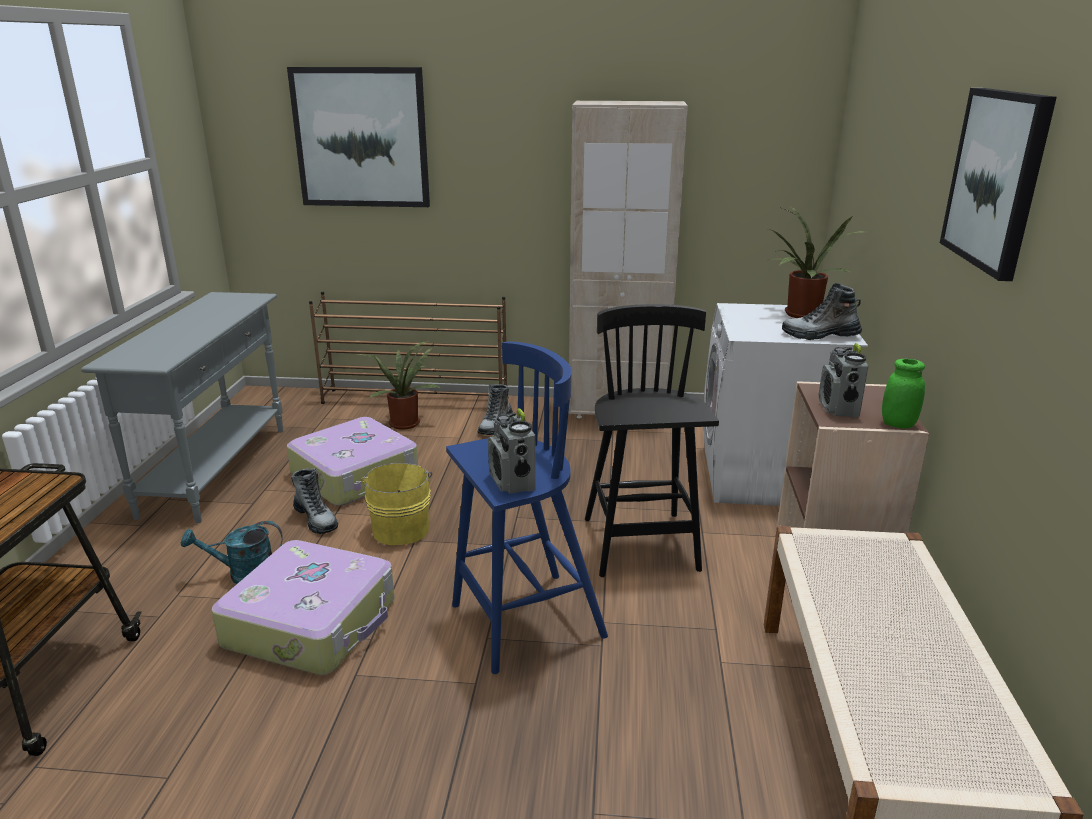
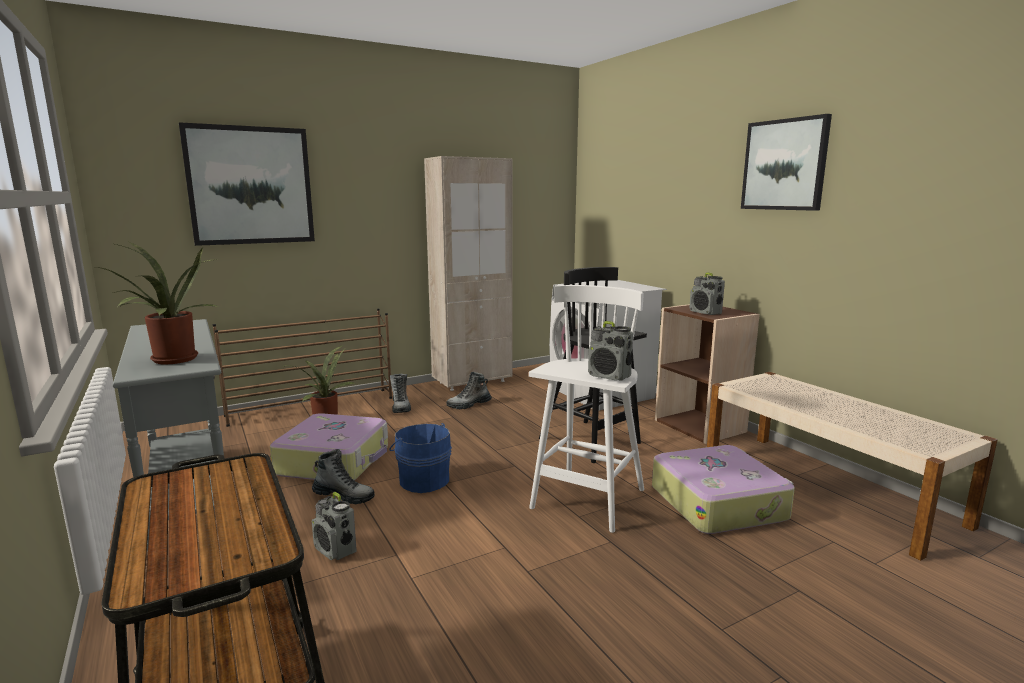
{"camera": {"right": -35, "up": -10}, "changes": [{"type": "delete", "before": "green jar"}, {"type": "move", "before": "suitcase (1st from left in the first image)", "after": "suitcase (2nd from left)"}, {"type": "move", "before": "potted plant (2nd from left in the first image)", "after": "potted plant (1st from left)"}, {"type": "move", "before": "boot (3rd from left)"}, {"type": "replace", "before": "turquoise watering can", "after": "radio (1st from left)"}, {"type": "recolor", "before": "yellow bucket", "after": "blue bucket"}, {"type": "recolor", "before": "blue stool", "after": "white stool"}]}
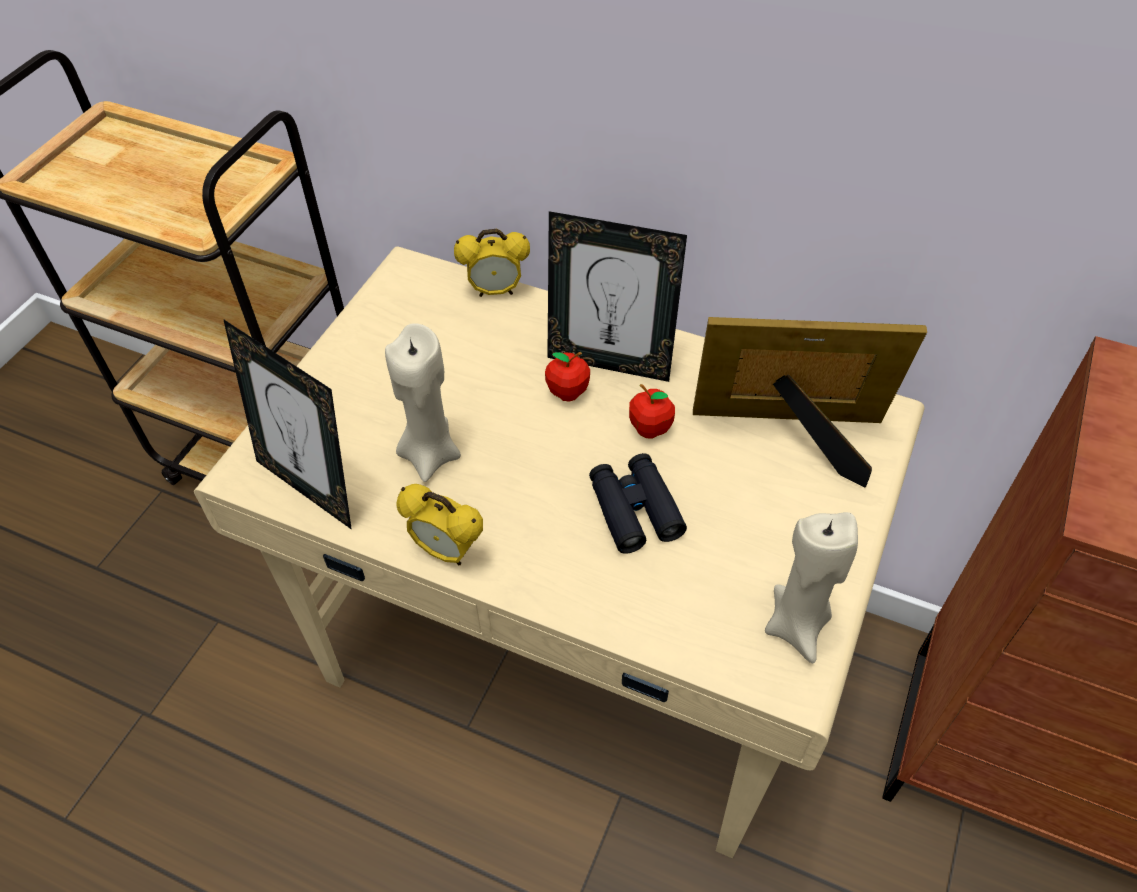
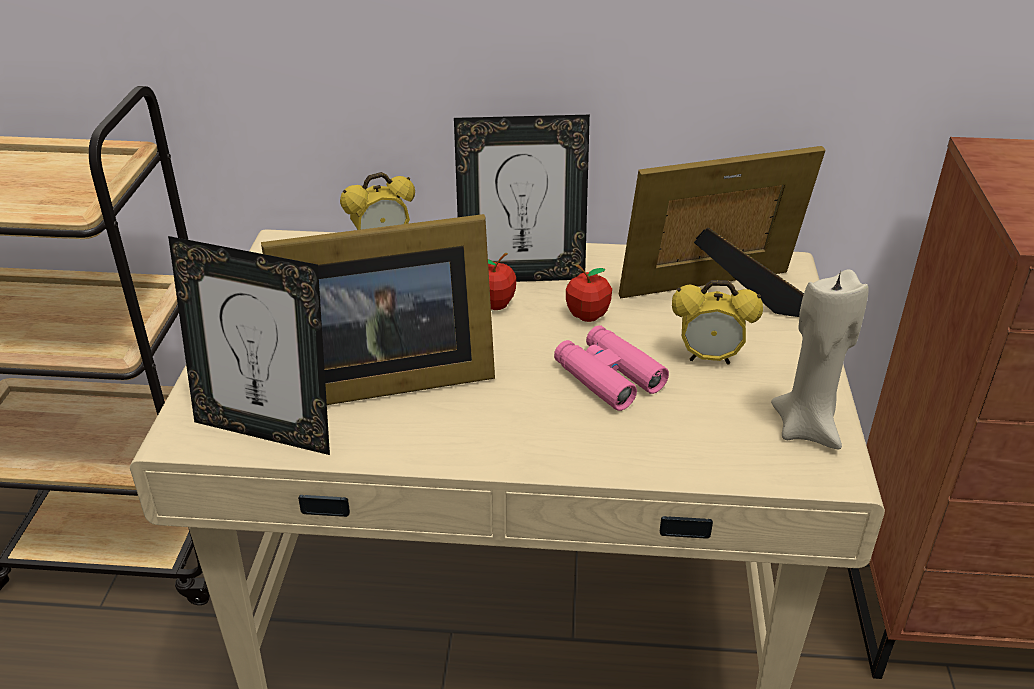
{"camera": {"right": -20, "up": -15}, "changes": [{"type": "move", "before": "alarm clock (1st from left in the first image)", "after": "alarm clock (2nd from left)"}, {"type": "replace", "before": "beige candle (1st from left)", "after": "picture frame (2nd from left)"}, {"type": "recolor", "before": "black binoculars", "after": "pink binoculars"}]}
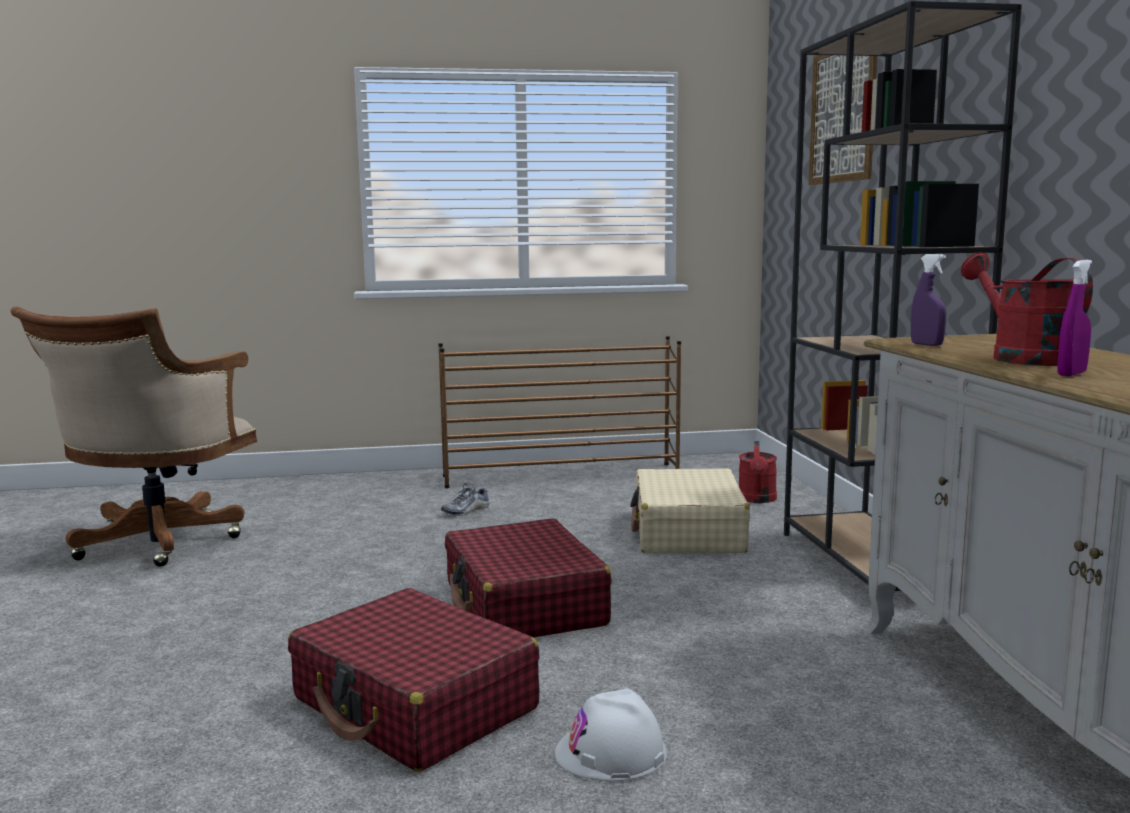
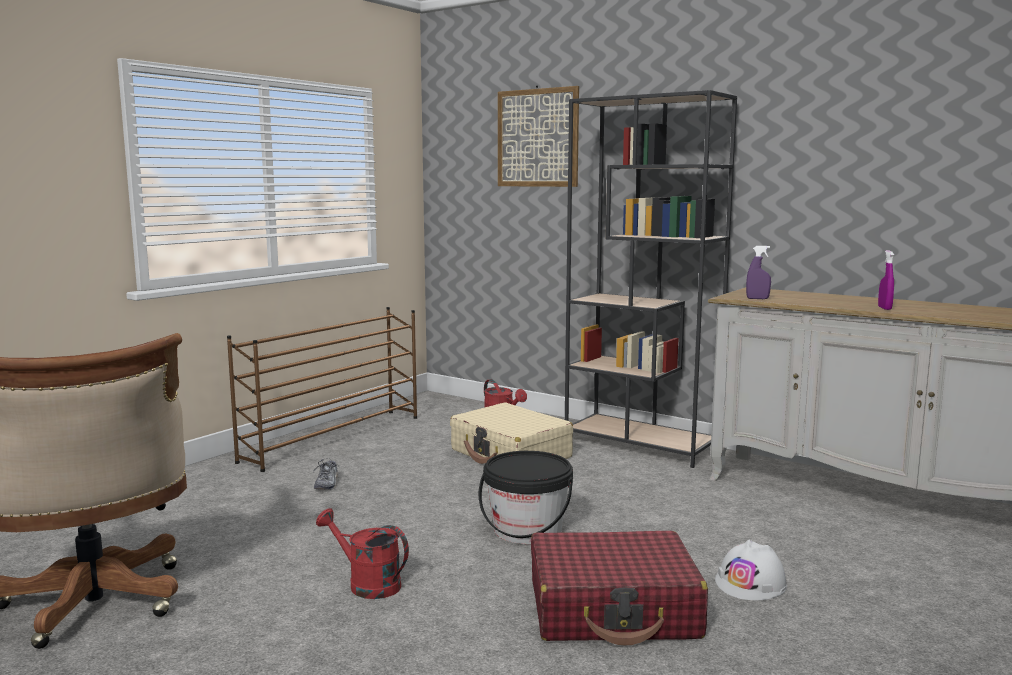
{"camera": {"right": -45, "up": 0}, "changes": [{"type": "move", "before": "red watering can (2nd from left in the first image)", "after": "red watering can (1st from left)"}, {"type": "replace", "before": "red suitcase (2nd from left)", "after": "black bucket"}]}
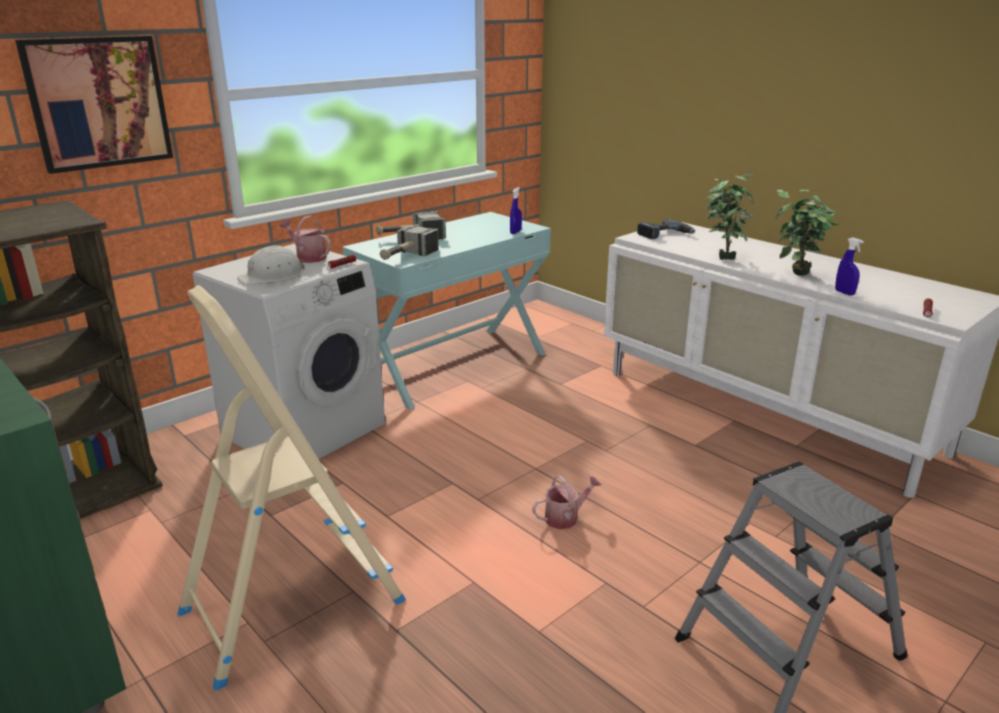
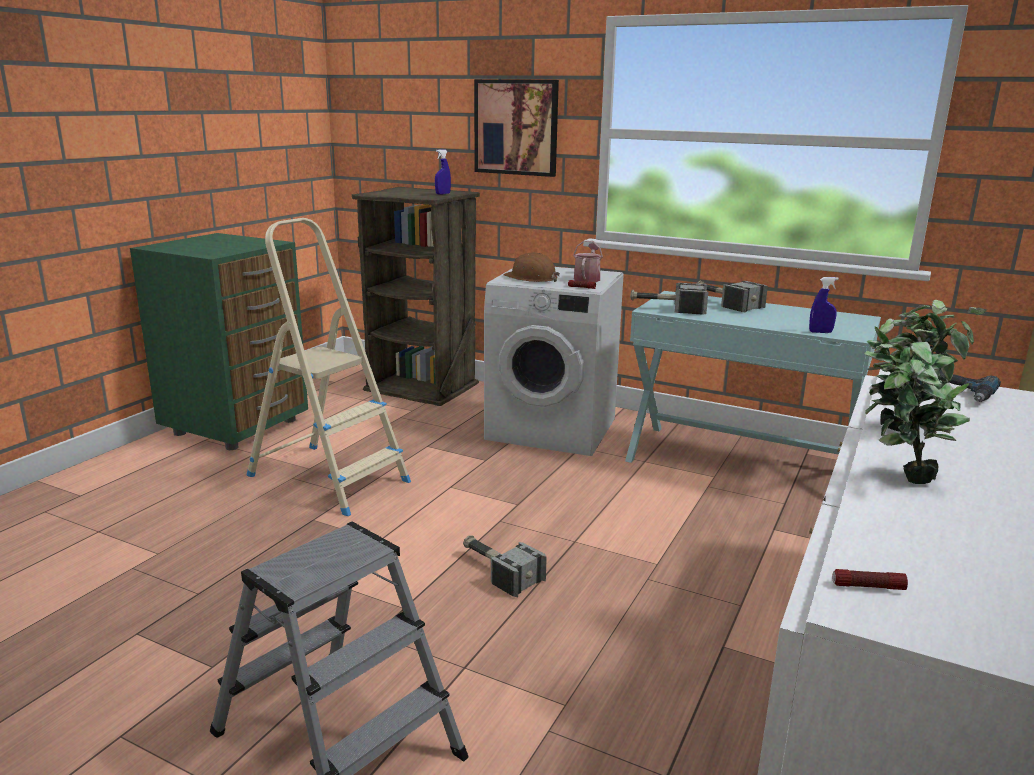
{"camera": {"right": 70, "up": -5}, "changes": [{"type": "move", "before": "blue spray bottle (2nd from left in the first image)", "after": "blue spray bottle (1st from left)"}, {"type": "replace", "before": "watering can (2nd from left)", "after": "hammer (1st from left)"}, {"type": "recolor", "before": "white hard hat", "after": "brown hard hat"}]}
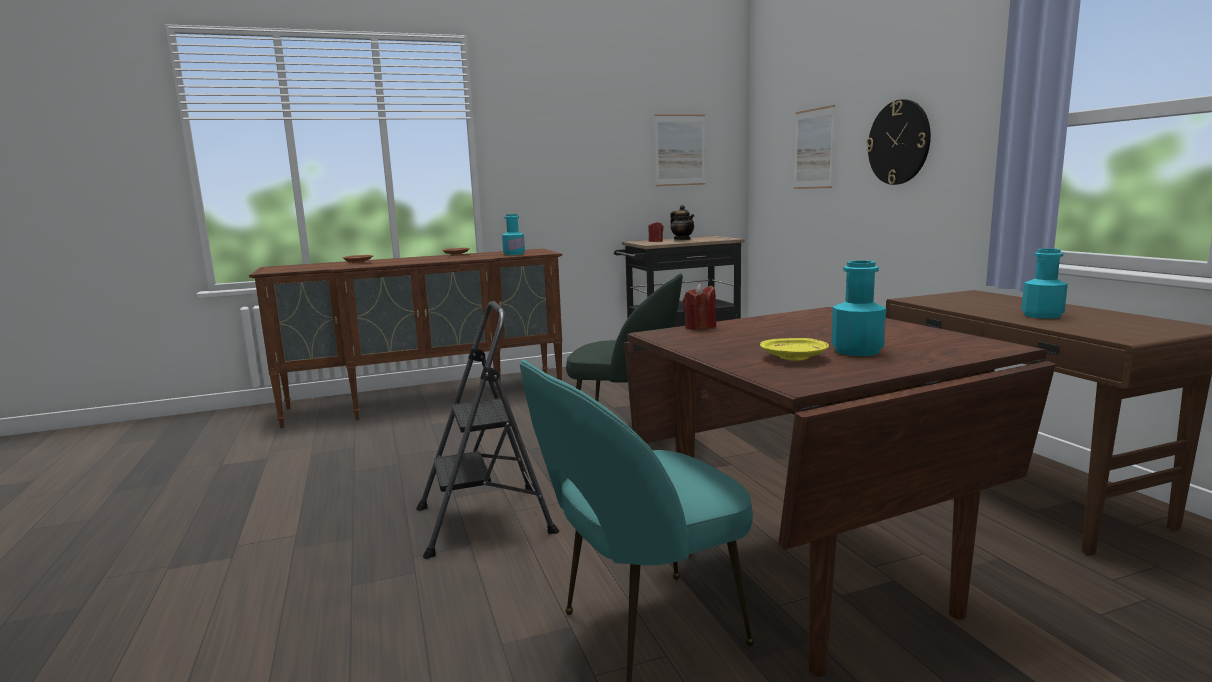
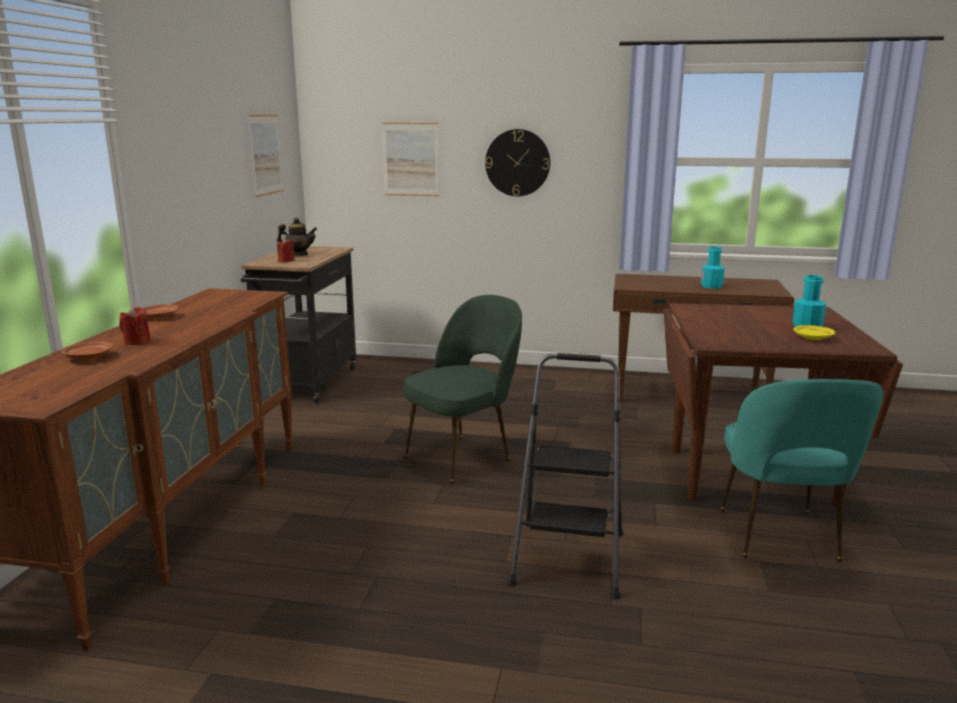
{"camera": {"right": -60, "up": 5}, "changes": [{"type": "delete", "before": "turquoise bottle (1st from left)"}, {"type": "move", "before": "red candle (2nd from left in the first image)", "after": "red candle (1st from left)"}]}
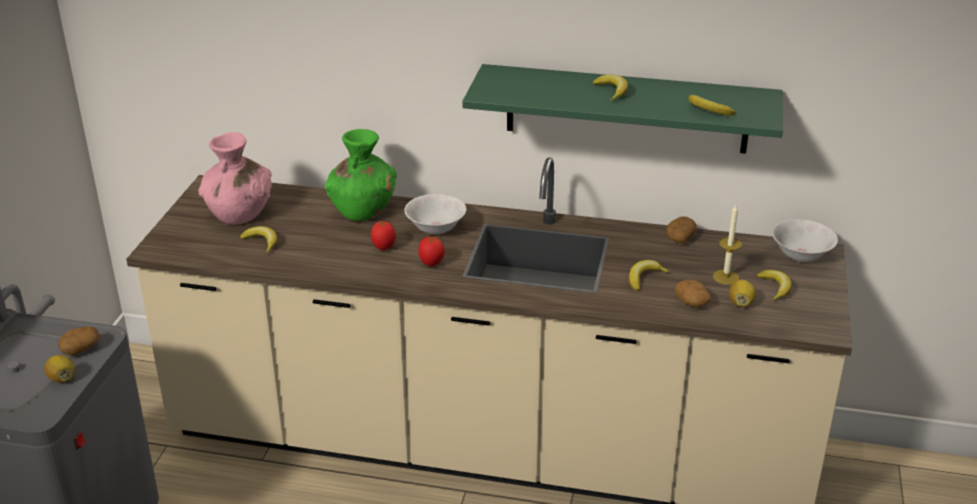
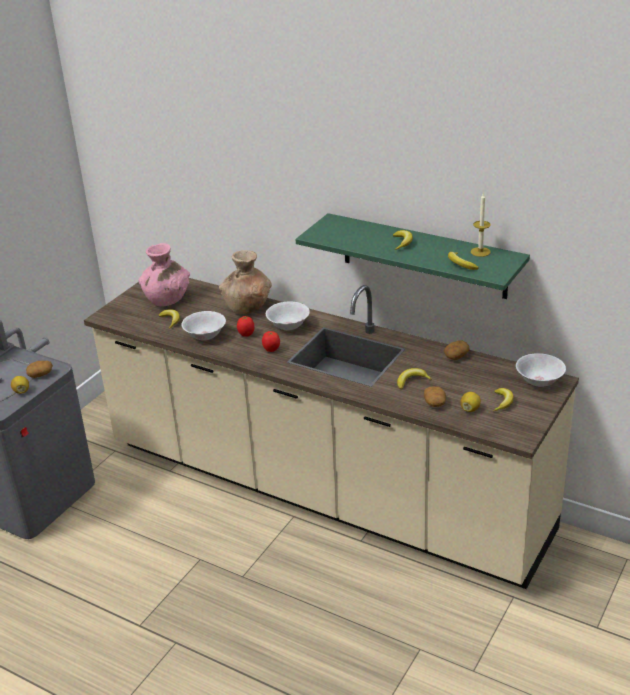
{"camera": {"right": 20, "up": 0}, "changes": [{"type": "insert", "after": "white bowl (1st from left)"}, {"type": "move", "before": "candle"}, {"type": "recolor", "before": "green vase", "after": "brown vase"}]}
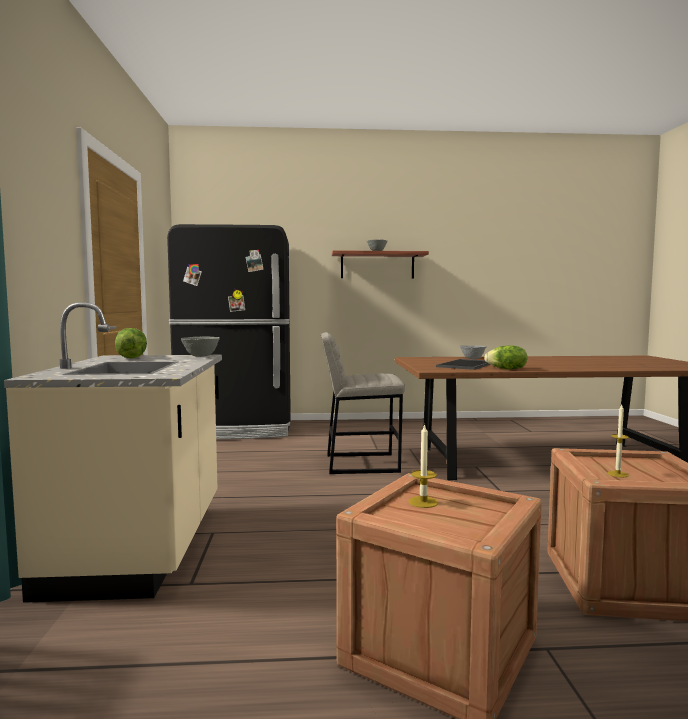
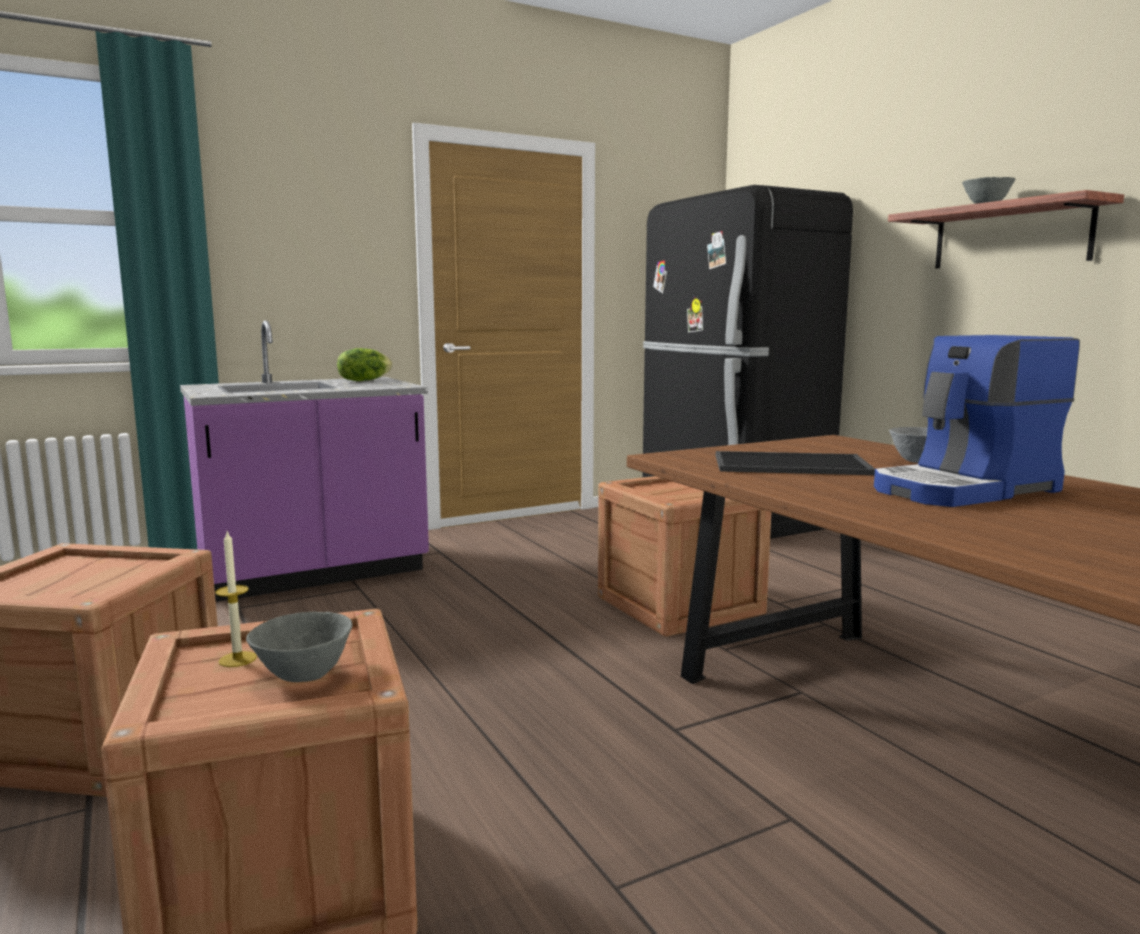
{"camera": {"right": 65, "up": 5}, "changes": [{"type": "delete", "before": "candle (1st from left)"}, {"type": "delete", "before": "lettuce (2nd from left)"}, {"type": "insert", "after": "coffee machine"}, {"type": "move", "before": "grey bowl (1st from left)"}, {"type": "replace", "before": "grey chair", "after": "crate (3rd from left)"}, {"type": "recolor", "before": "beige counter", "after": "purple counter"}]}
